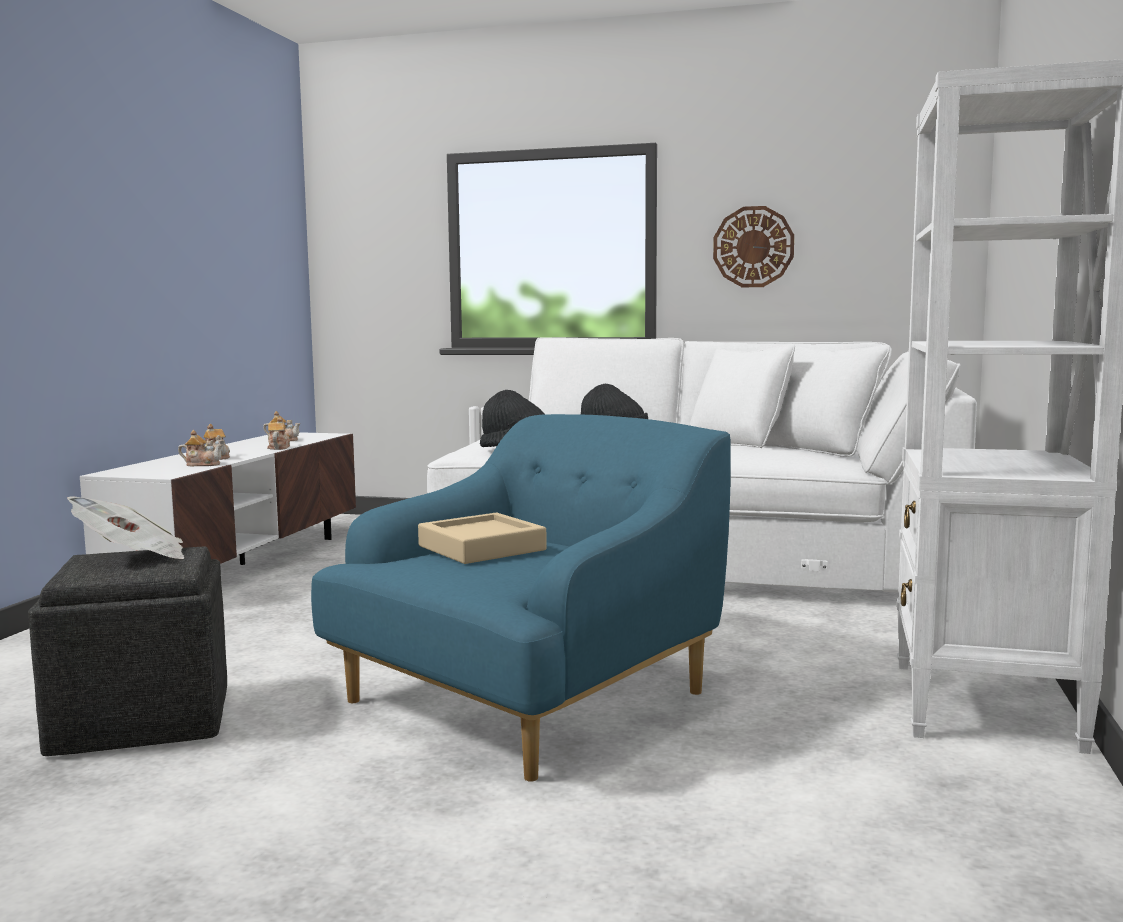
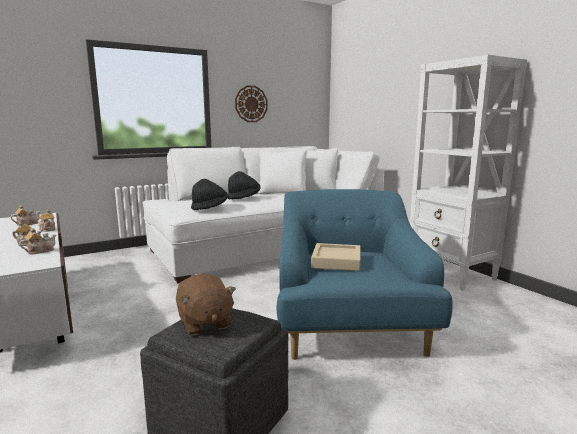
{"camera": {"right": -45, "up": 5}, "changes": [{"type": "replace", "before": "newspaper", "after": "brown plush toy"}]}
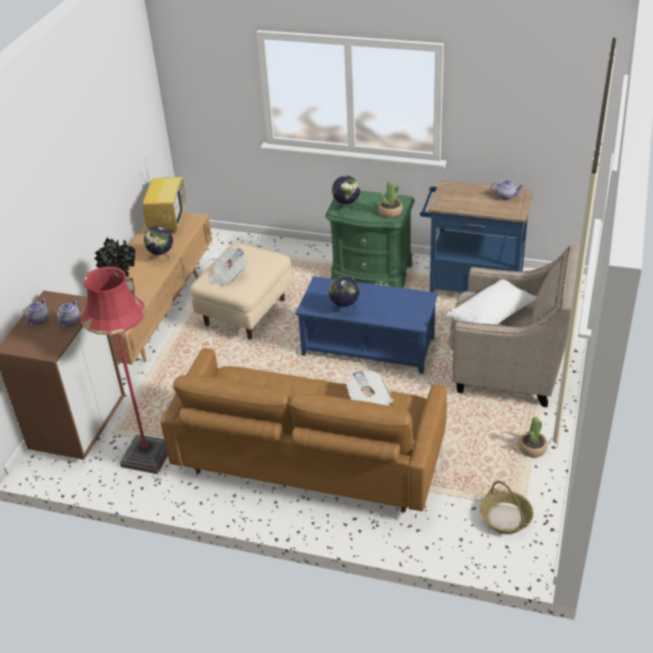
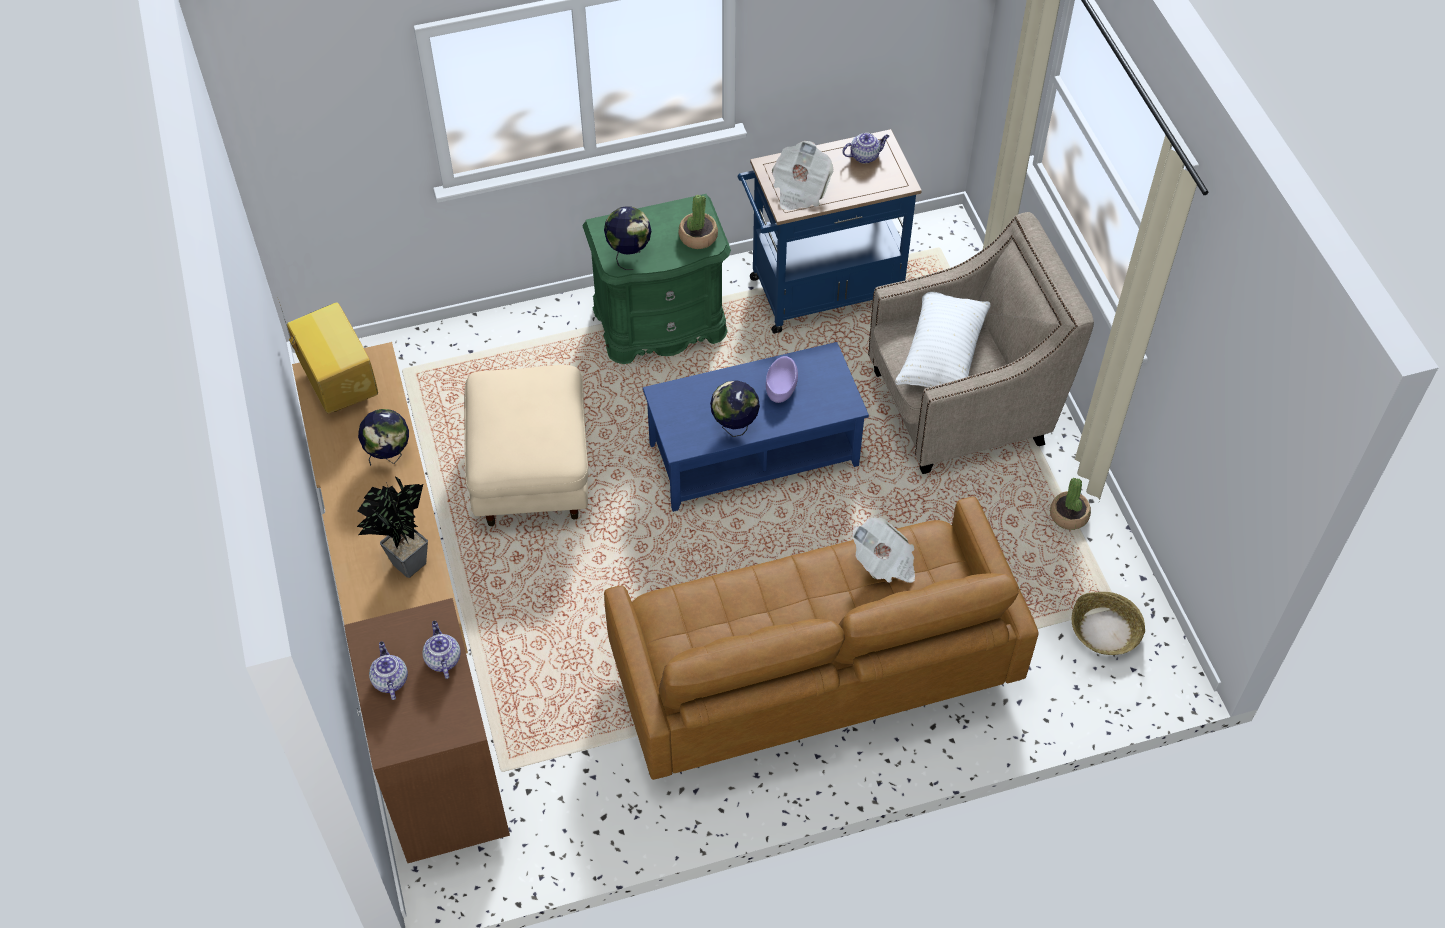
{"camera": {"right": -35, "up": 15}, "changes": [{"type": "delete", "before": "red floor lamp"}, {"type": "insert", "after": "purple bowl"}, {"type": "move", "before": "newspaper (1st from left)"}]}
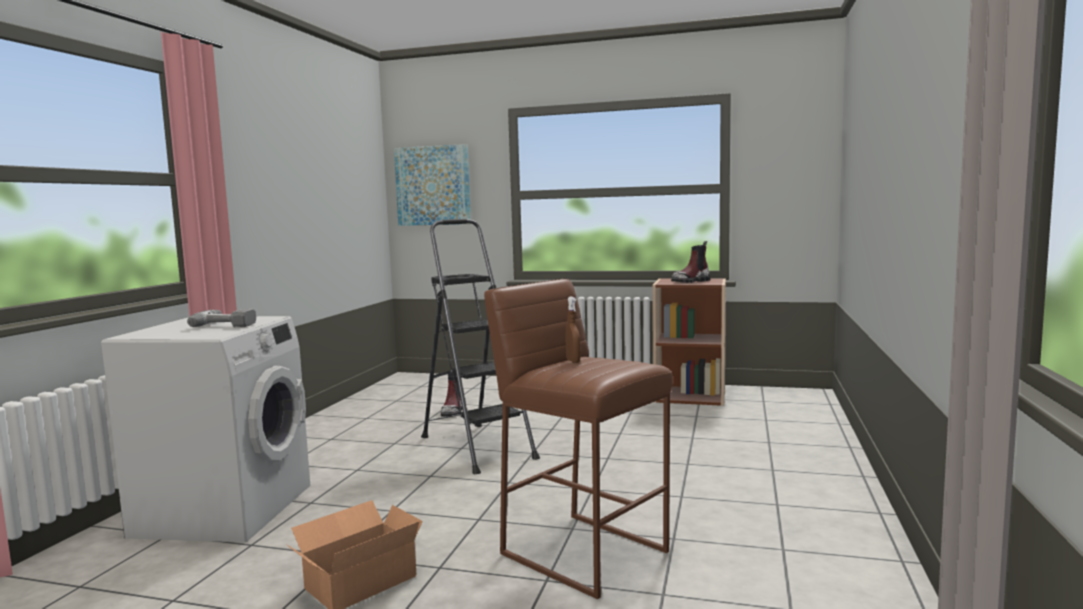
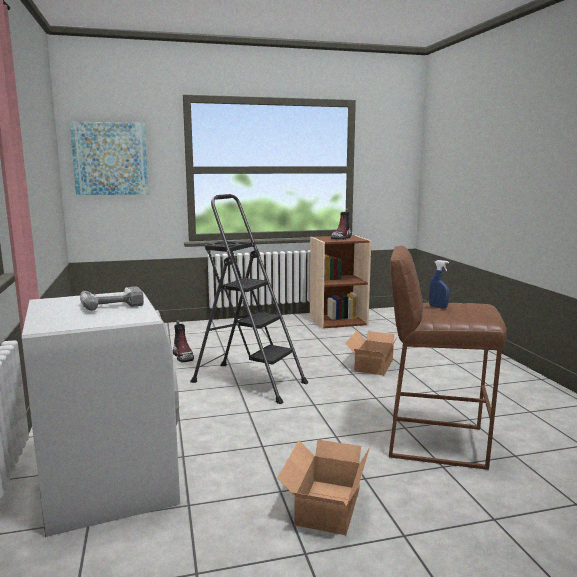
{"camera": {"right": -30, "up": 5}, "changes": [{"type": "insert", "after": "cardboard box (2nd from left)"}, {"type": "recolor", "before": "brown spray bottle", "after": "blue spray bottle"}]}
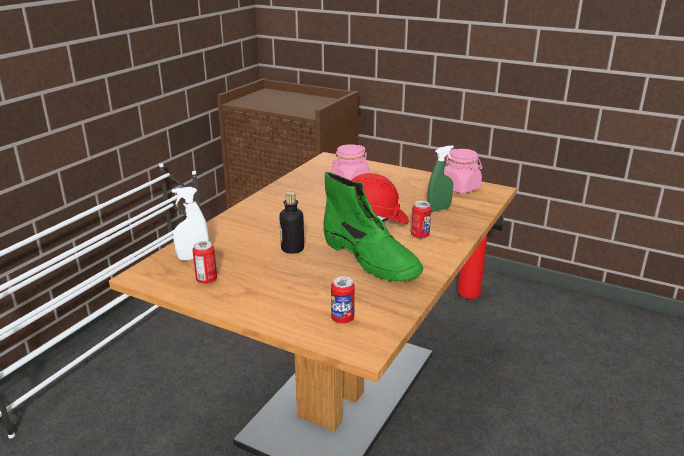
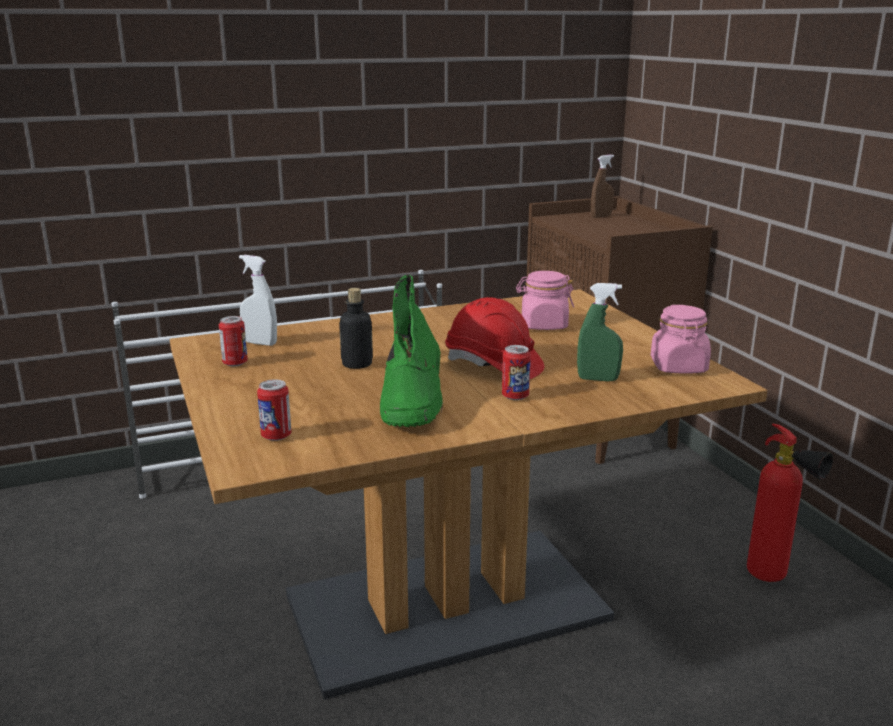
{"camera": {"right": 40, "up": -5}, "changes": [{"type": "insert", "after": "brown spray bottle"}]}
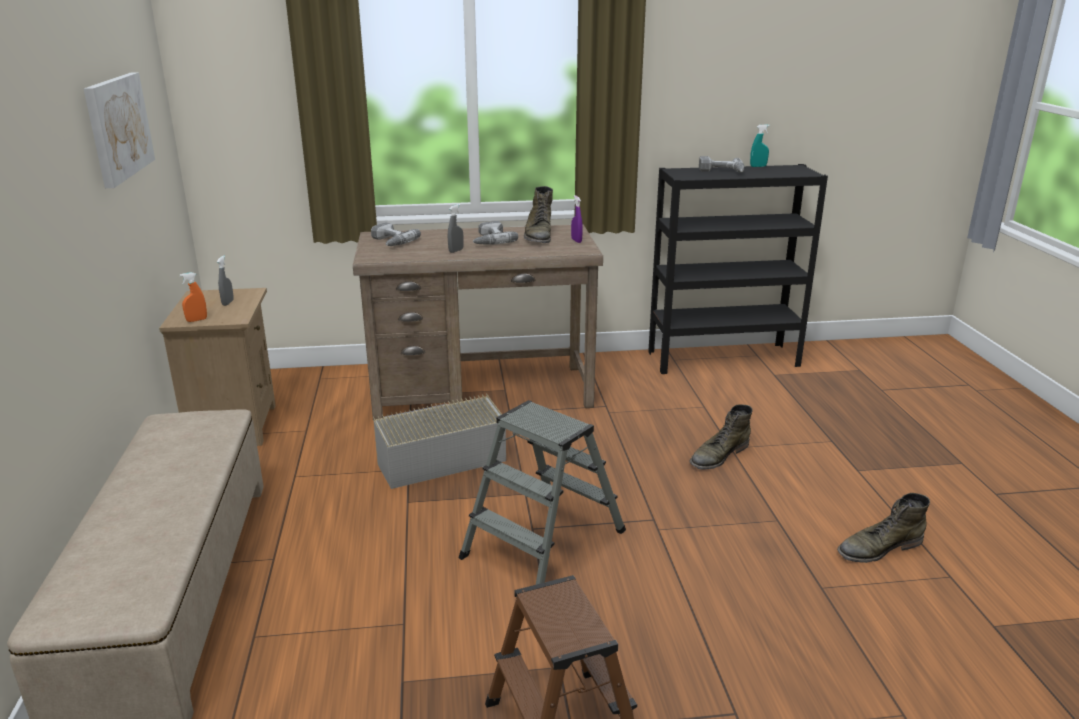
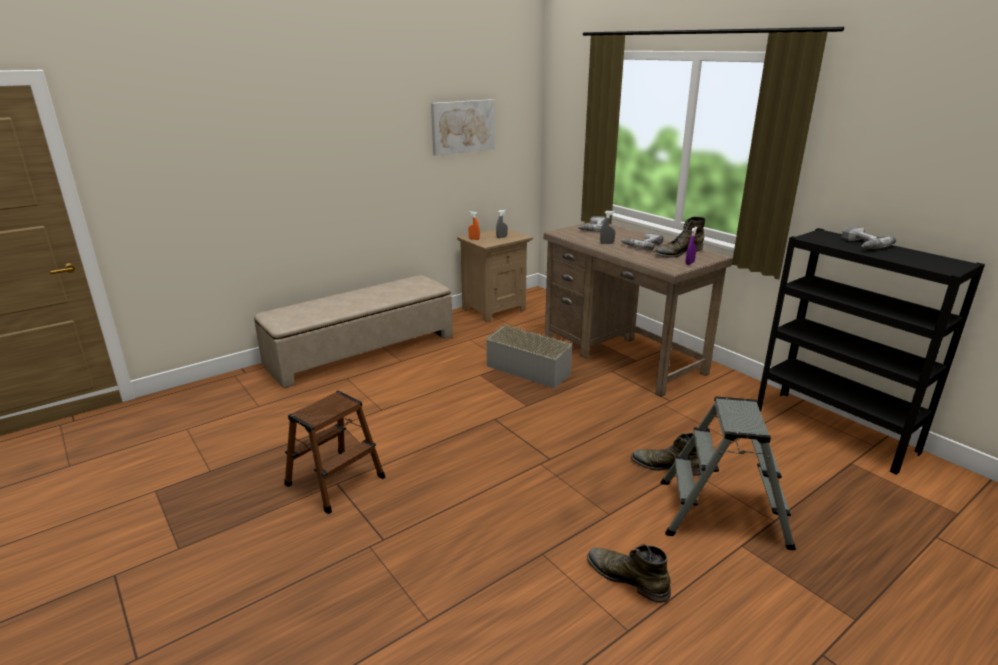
{"camera": {"right": 60, "up": 0}, "changes": [{"type": "delete", "before": "turquoise spray bottle"}, {"type": "move", "before": "grey step ladder"}]}
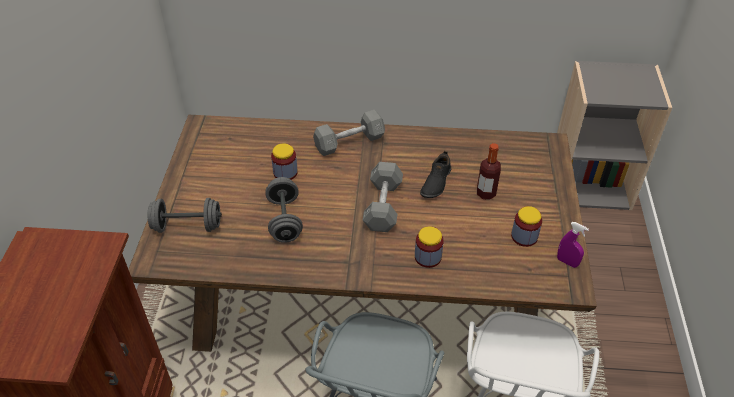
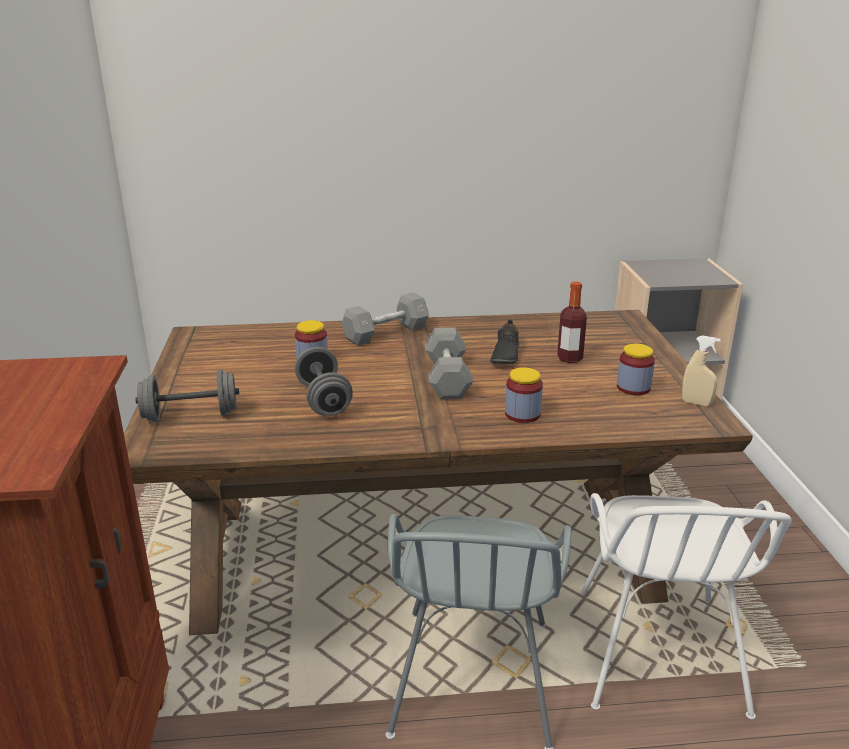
{"camera": {"right": -10, "up": -20}, "changes": [{"type": "recolor", "before": "purple spray bottle", "after": "beige spray bottle"}]}
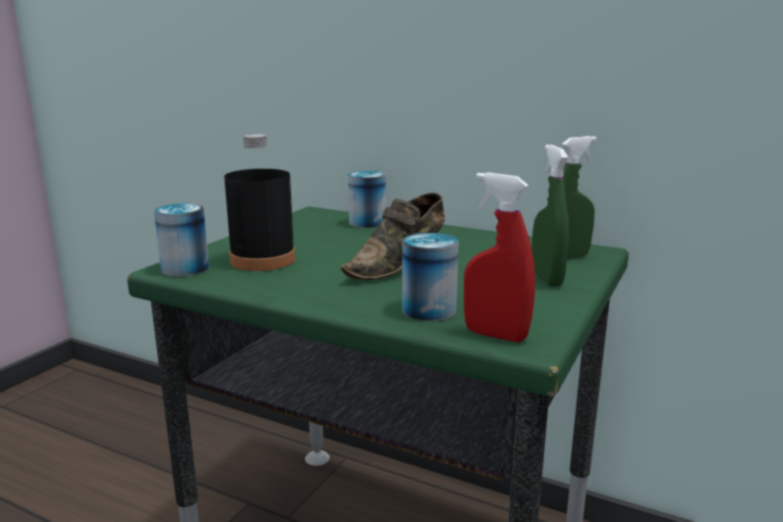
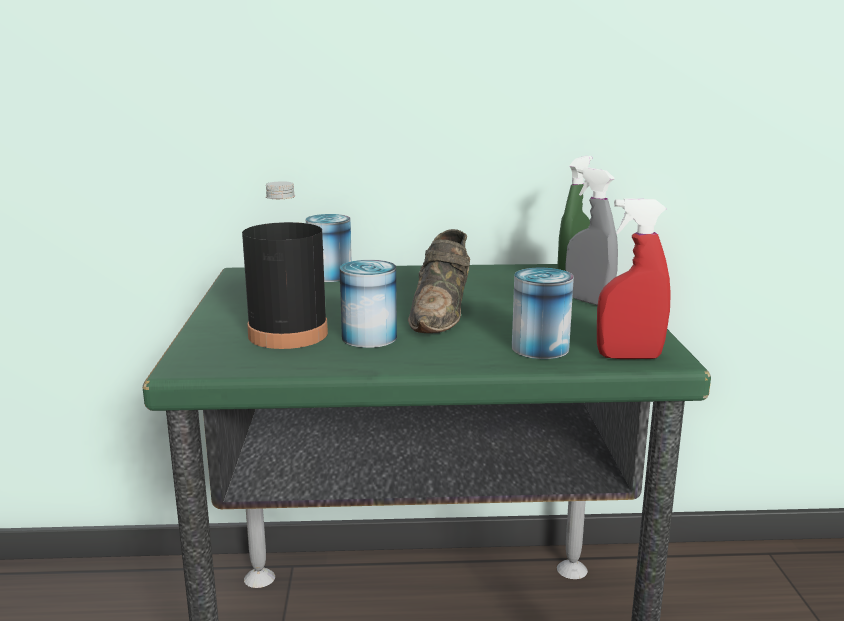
{"camera": {"right": -30, "up": 0}, "changes": [{"type": "move", "before": "can (1st from left in the first image)", "after": "can (2nd from left)"}, {"type": "recolor", "before": "green spray bottle (1st from left)", "after": "grey spray bottle"}]}
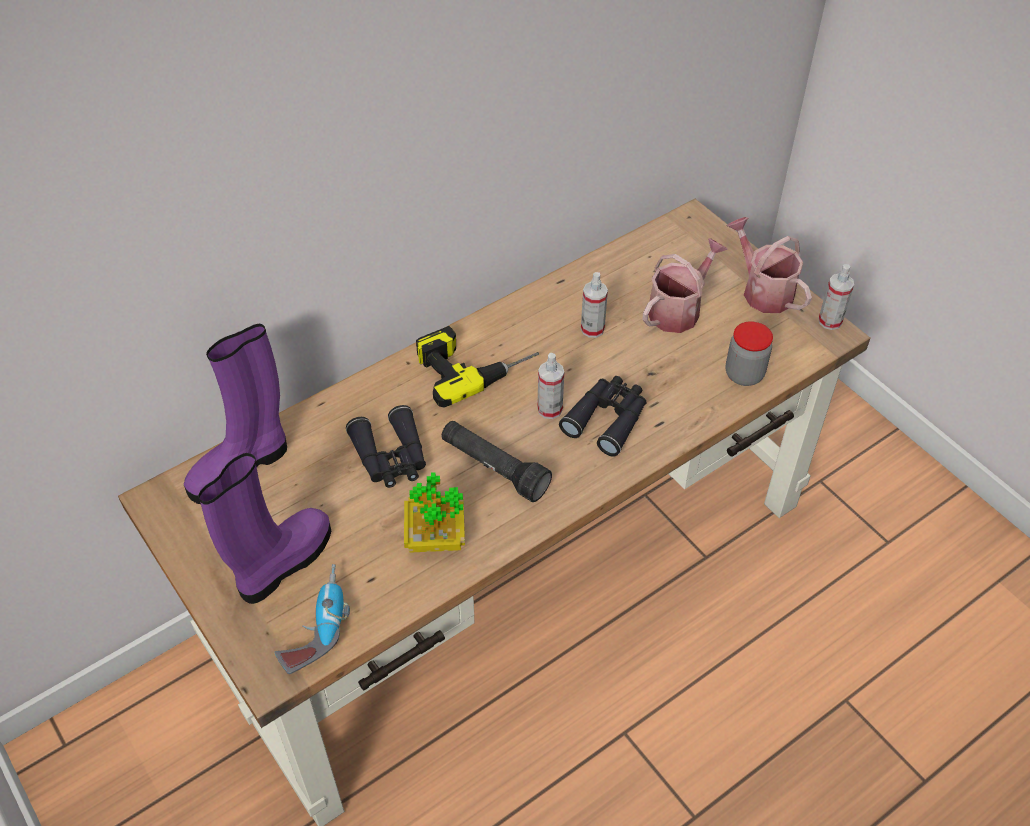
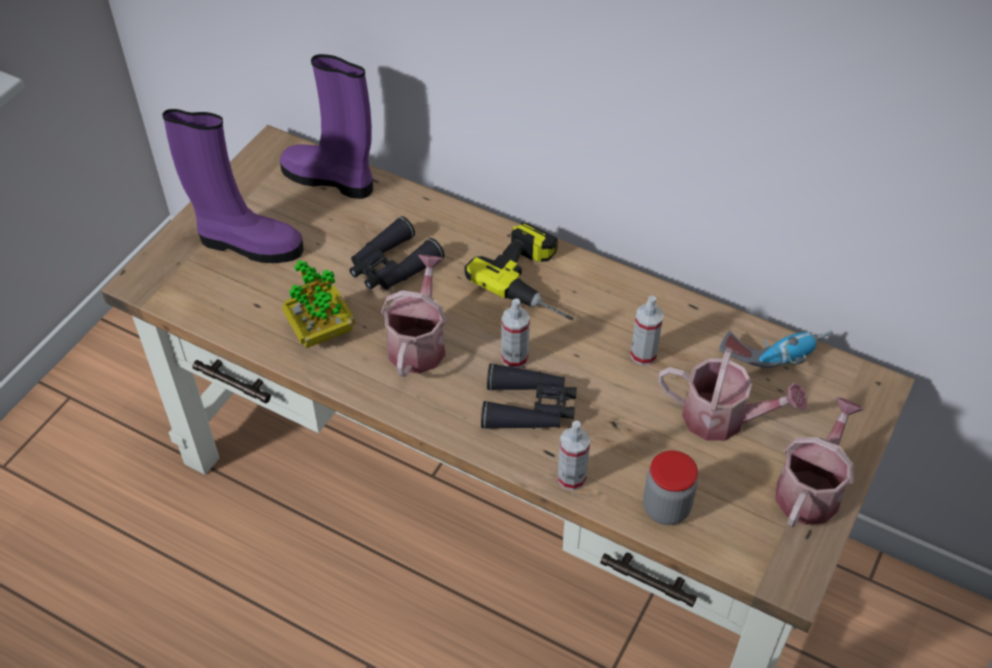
{"camera": {"right": 65, "up": 0}, "changes": [{"type": "move", "before": "power drill (1st from left in the first image)", "after": "power drill (2nd from left)"}, {"type": "move", "before": "spray bottle (3rd from left in the first image)", "after": "spray bottle (2nd from left)"}, {"type": "replace", "before": "black flashlight", "after": "watering can (1st from left)"}]}
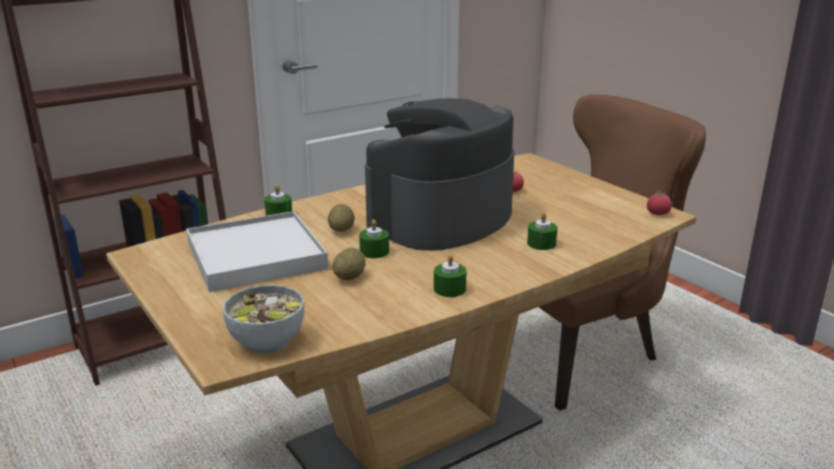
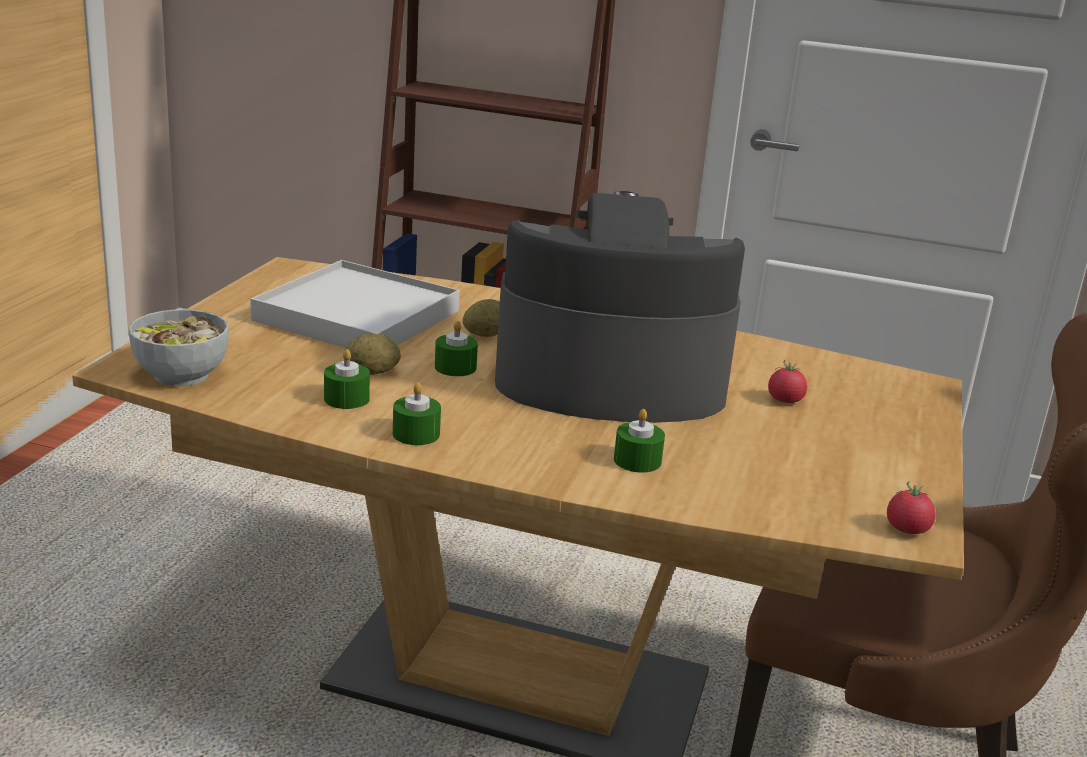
{"camera": {"right": 50, "up": 0}, "changes": [{"type": "move", "before": "green candle (1st from left)"}]}
